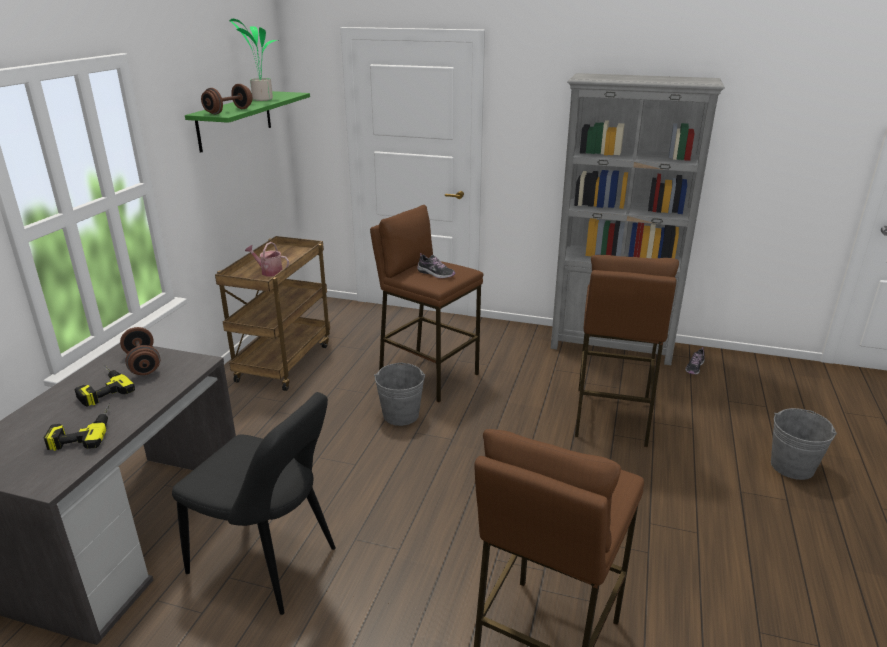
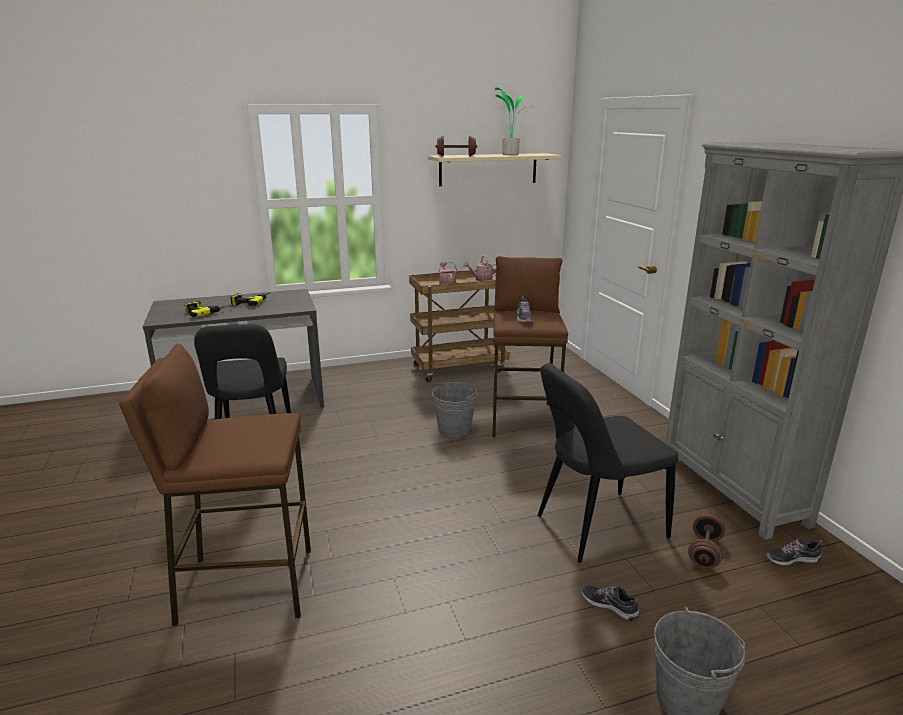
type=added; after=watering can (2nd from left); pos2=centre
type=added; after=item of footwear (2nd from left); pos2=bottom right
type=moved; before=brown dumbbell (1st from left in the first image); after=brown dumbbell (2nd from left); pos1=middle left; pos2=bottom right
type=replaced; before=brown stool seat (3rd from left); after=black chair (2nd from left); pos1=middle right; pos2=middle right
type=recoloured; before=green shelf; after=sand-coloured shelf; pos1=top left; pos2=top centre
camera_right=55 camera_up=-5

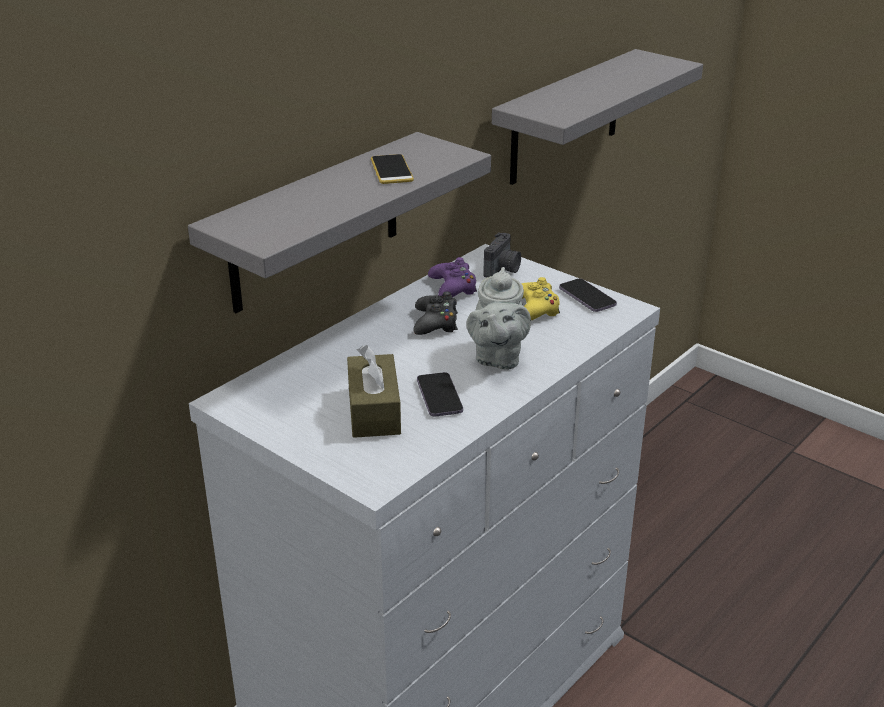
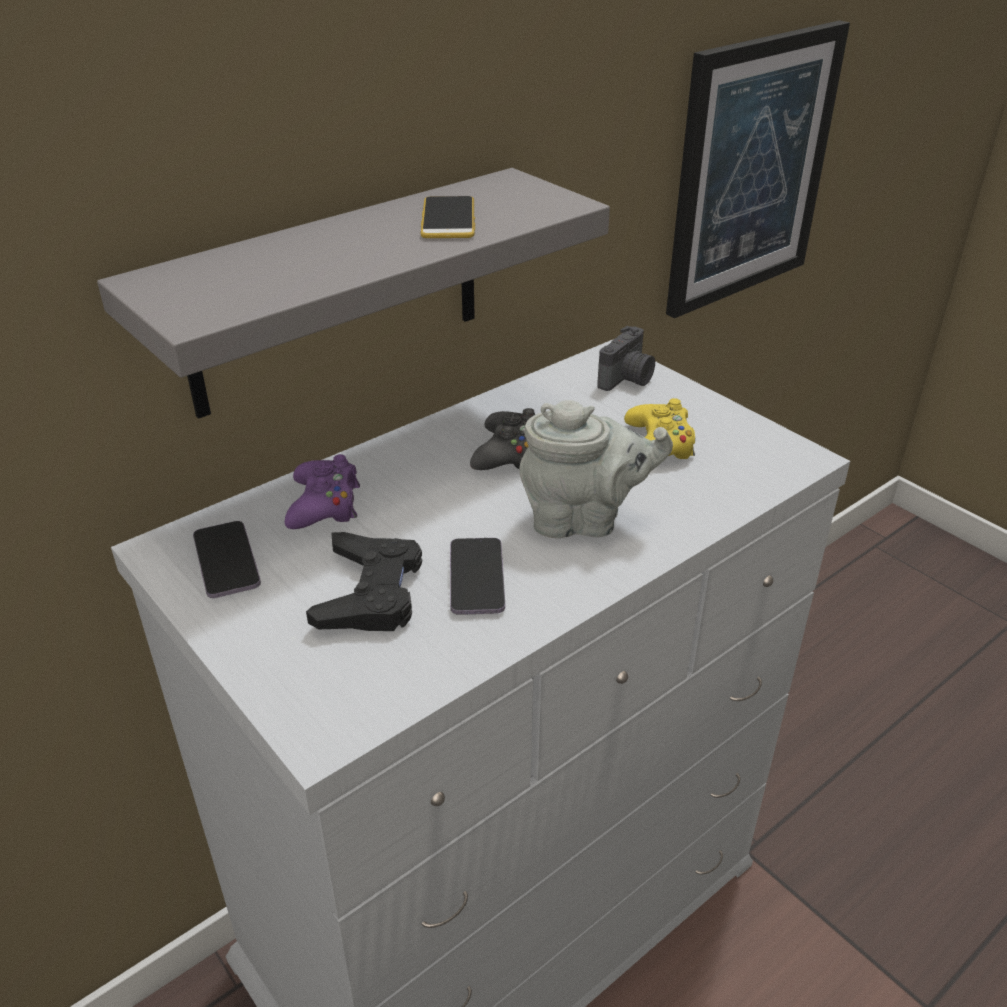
type=moved; before=purplish joypad; pos1=centre; pos2=middle left
type=moved; before=phone (3rd from left in the first image); after=phone (1st from left); pos1=centre; pos2=middle left
type=replaced; before=brown box of tissues; after=black joypad (1st from left); pos1=centre; pos2=centre
type=replaced; before=grey shelf (2nd from left); after=wall art; pos1=top right; pos2=top right
type=turned; before=grey pot for tea; pos1=centre; pos2=centre; turn=-105
camera_right=10 camera_up=5

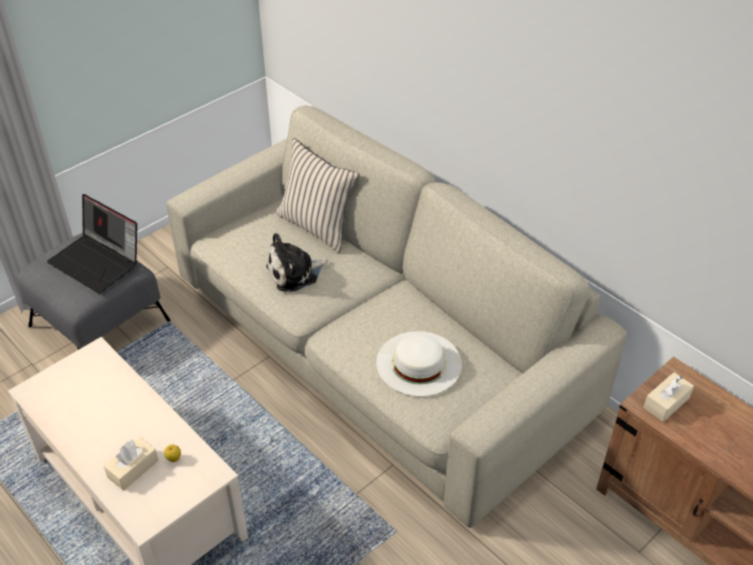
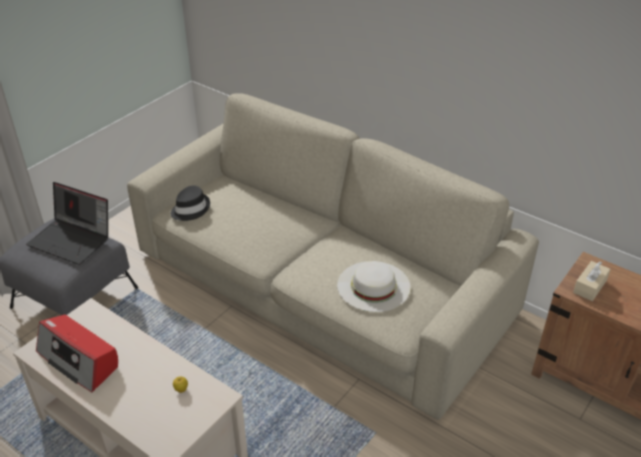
type=removed; before=sand-coloured box of tissues (1st from left); pos1=bottom left
type=removed; before=cuddly toy; pos1=centre
type=removed; before=sand-coloured throw pillow; pos1=centre
type=added; after=radio set; pos2=bottom left
type=added; after=black clothing hat; pos2=middle left
camera_right=-10 camera_up=-5

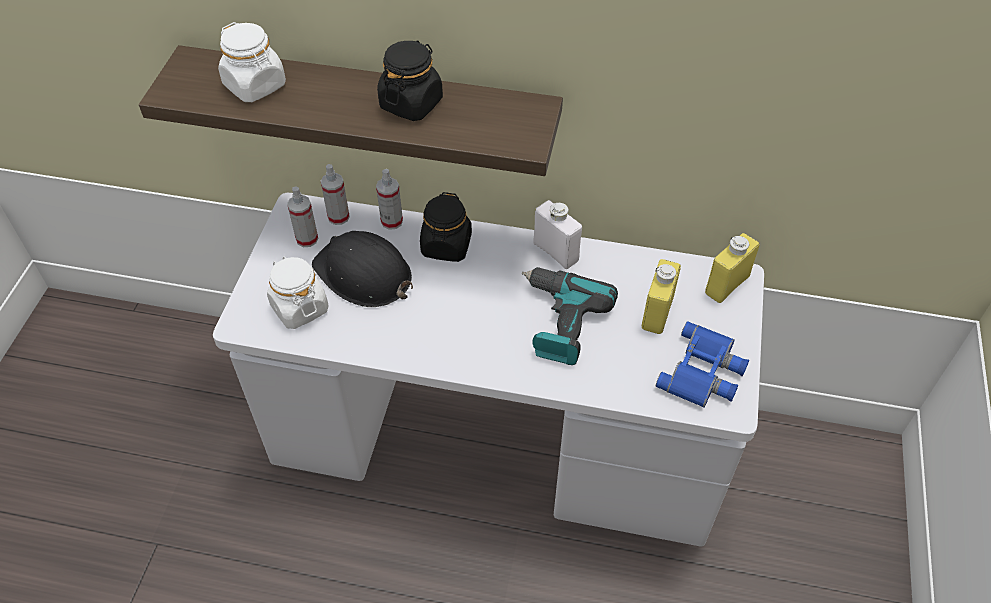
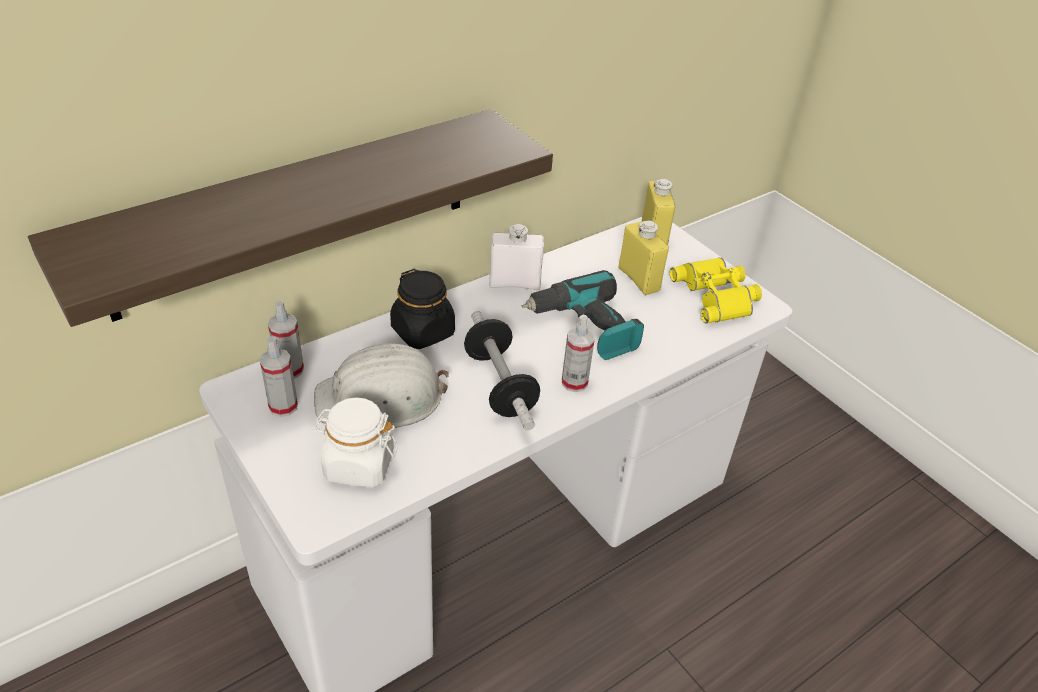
type=removed; before=white-coloured storage jar (1st from left); pos1=top left
type=removed; before=black storage jar (1st from left); pos1=top centre
type=added; after=dumbbell; pos2=centre
type=moved; before=sprayer (3rd from left); pos1=top centre; pos2=centre
type=recoloured; before=black hard hat; after=white-coloured hard hat; pos1=centre; pos2=centre
type=recoloured; before=blue-coloured field glasses; after=yellow field glasses; pos1=middle right; pos2=middle right
camera_right=-50 camera_up=-10

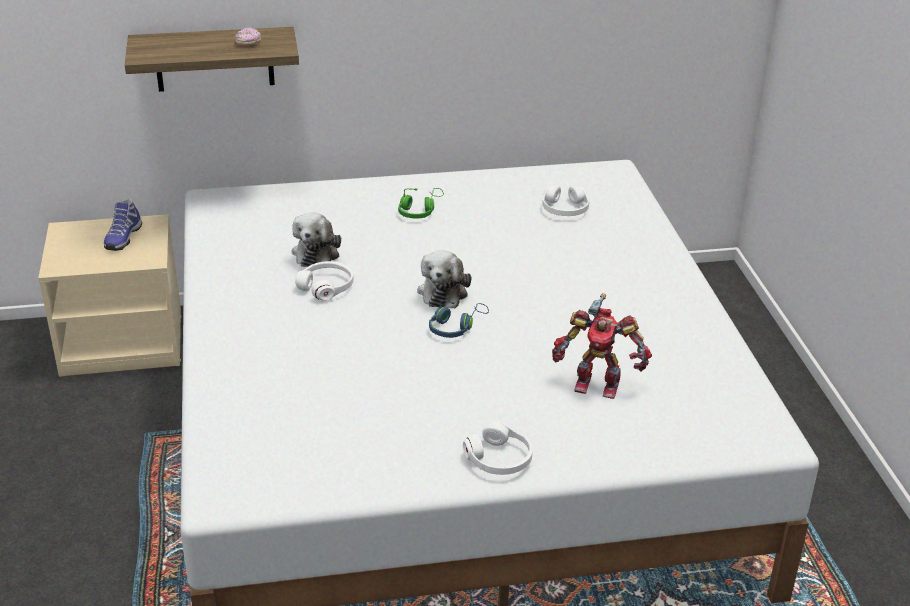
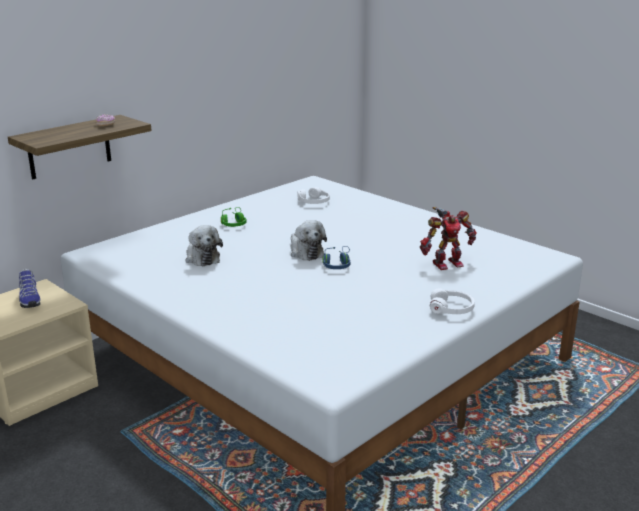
type=removed; before=white-coloured headset (1st from left); pos1=centre
camera_right=-35 camera_up=-10

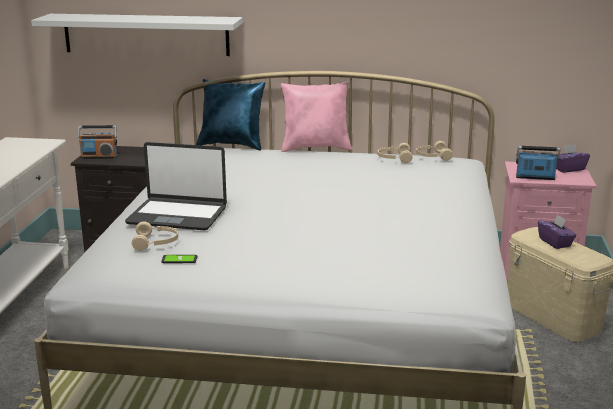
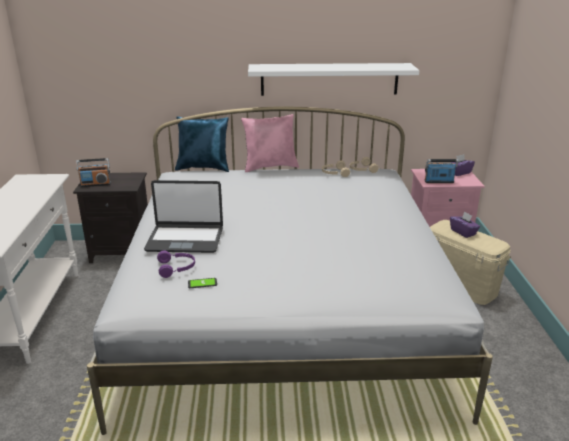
type=moved; before=white-coloured shelf; pos1=top left; pos2=top centre
type=recoloured; before=sand-coloured headset (1st from left); after=purplish headset; pos1=middle left; pos2=middle left
camera_right=-10 camera_up=5

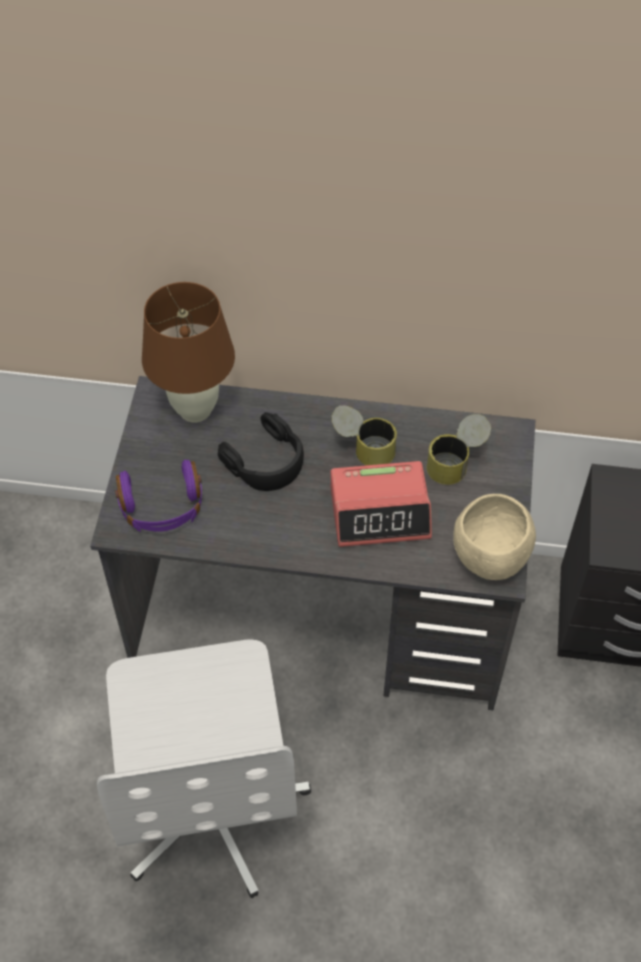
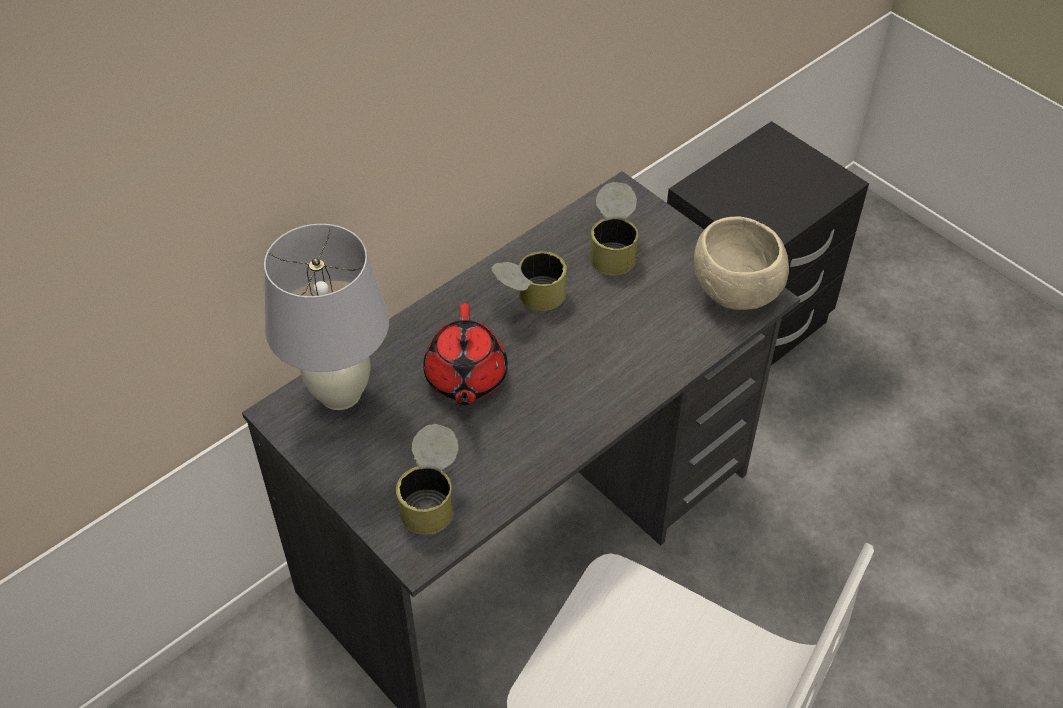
type=removed; before=bedside clock; pos1=centre
type=replaced; before=purplish headset; after=sealed can (1st from left); pos1=middle left; pos2=bottom centre
type=replaced; before=black headset; after=reddish pot for tea; pos1=centre; pos2=centre
type=recoloured; before=brown tabletop lamp; after=white-coloured tabletop lamp; pos1=middle left; pos2=middle left
camera_right=-50 camera_up=-5

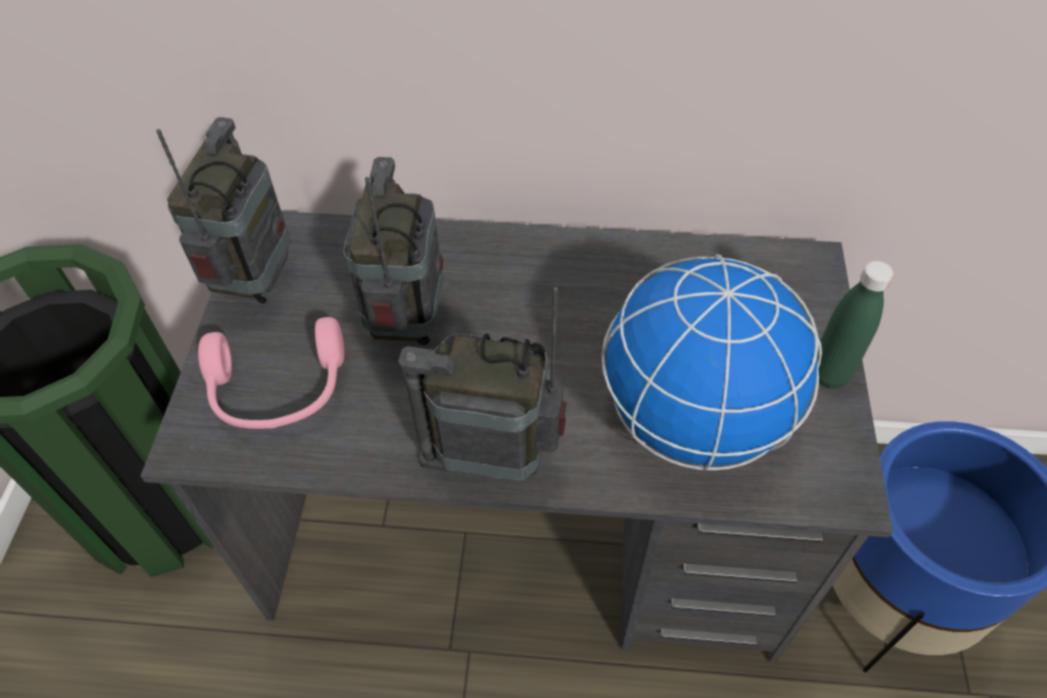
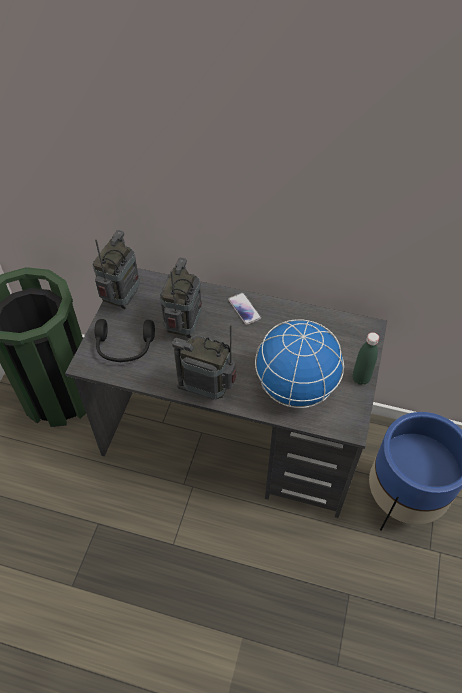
type=added; after=phone; pos2=centre
type=recoloured; before=pink-coloured headset; after=black headset; pos1=middle left; pos2=middle left
camera_right=10 camera_up=0

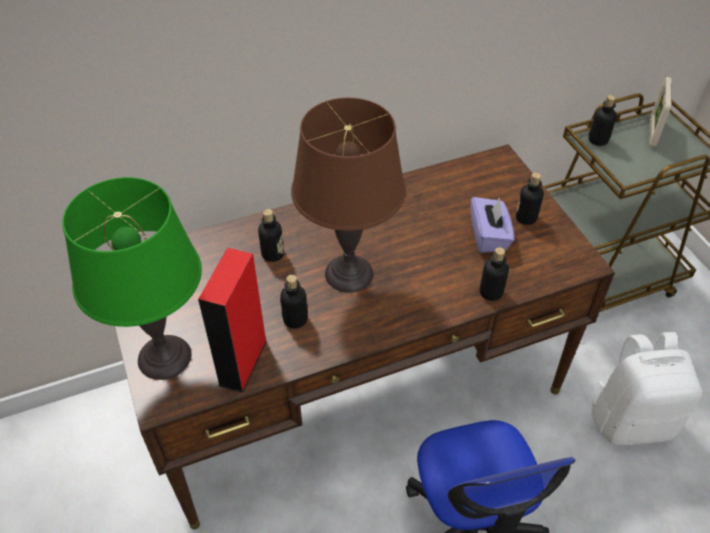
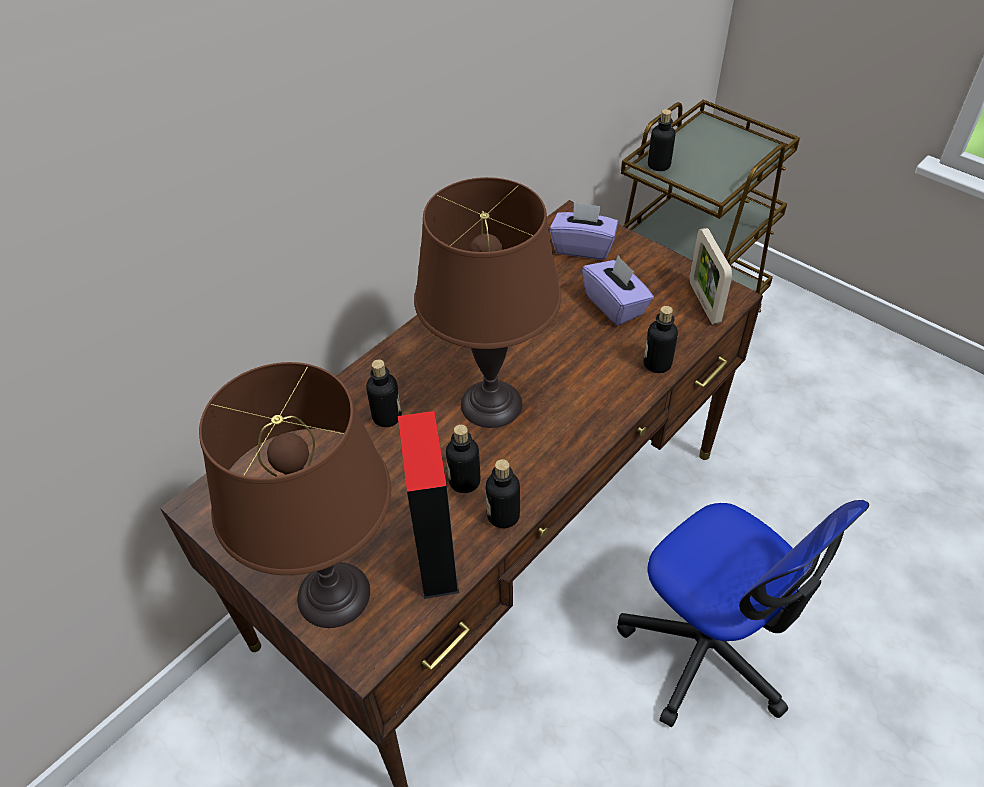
type=removed; before=white-coloured knapsack; pos1=bottom right
type=added; after=purplish box of tissues (1st from left); pos2=top centre
type=moved; before=bottle (4th from left in the first image); after=bottle (3rd from left); pos1=middle right; pos2=centre
type=moved; before=standing frame; pos1=top right; pos2=middle right
type=recoloured; before=green tabletop lamp; after=brown tabletop lamp (1st from left); pos1=middle left; pos2=middle left
camera_right=-25 camera_up=0

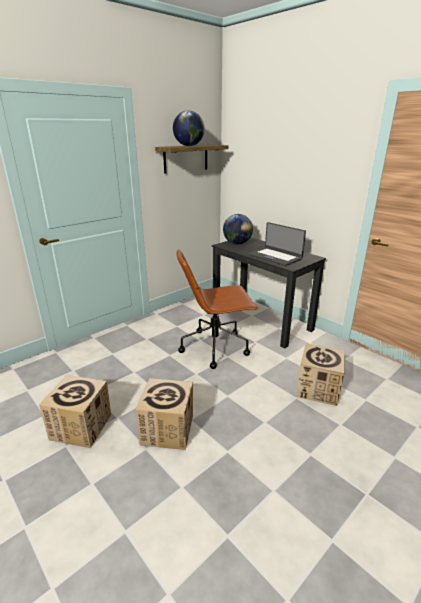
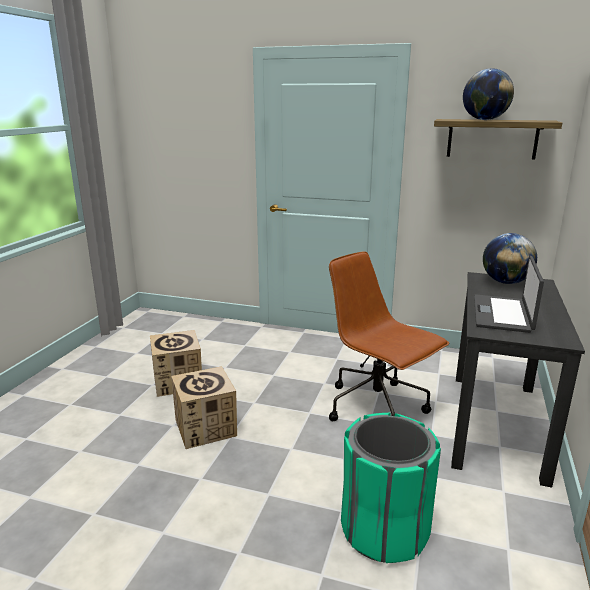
type=replaced; before=carton (3rd from left); after=green trash can; pos1=middle right; pos2=bottom centre
camera_right=60 camera_up=-5

